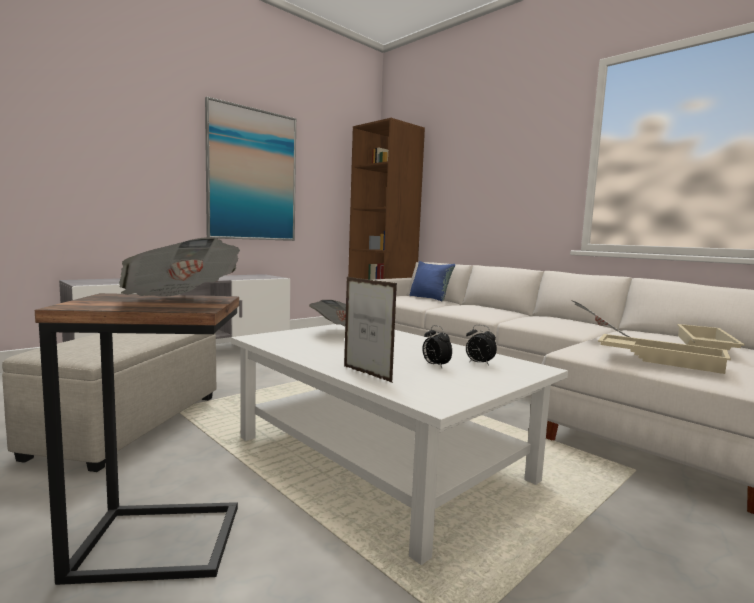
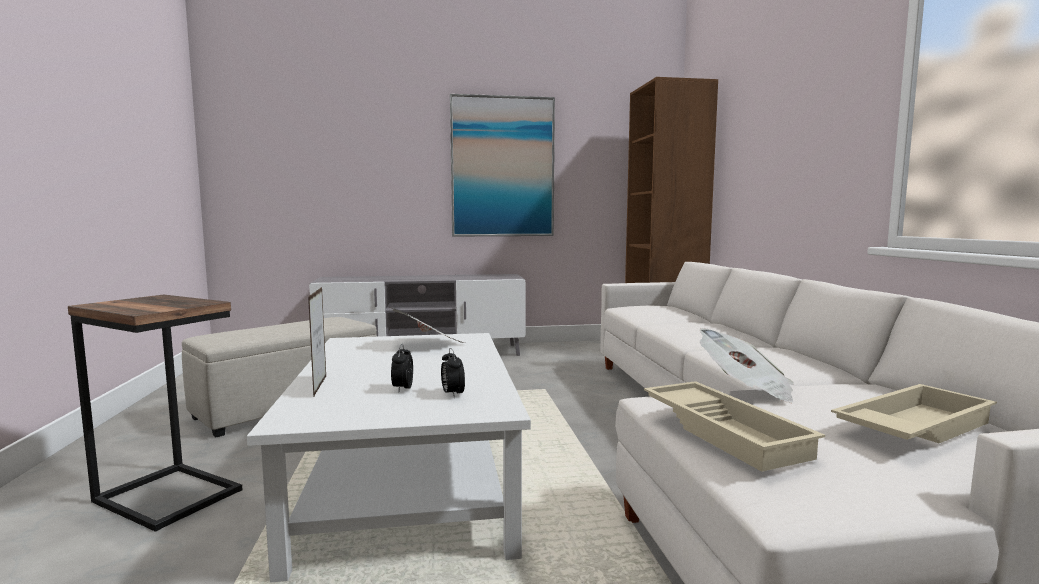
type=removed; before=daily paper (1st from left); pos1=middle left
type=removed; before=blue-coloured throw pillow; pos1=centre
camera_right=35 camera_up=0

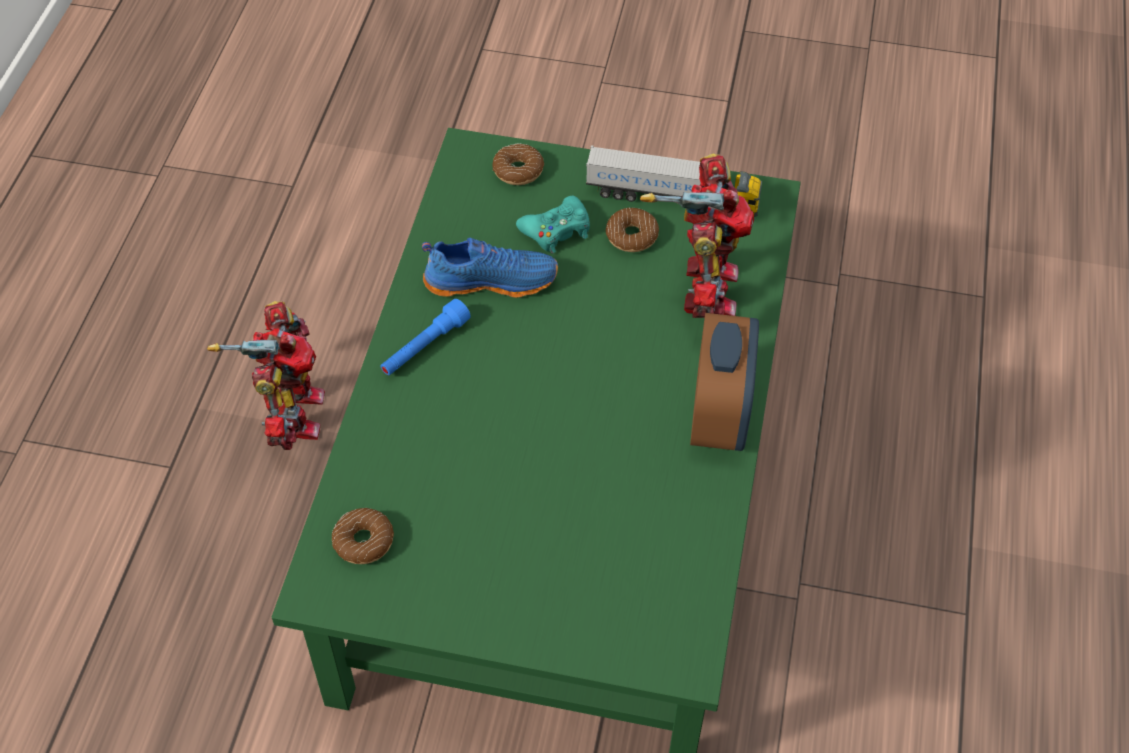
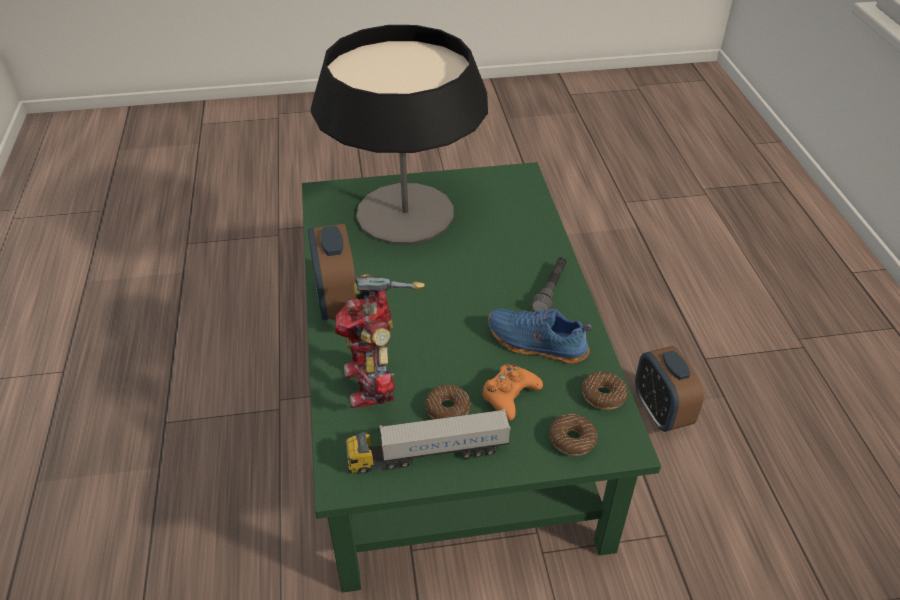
type=added; after=tabletop lamp; pos2=top centre
type=moved; before=donut (1st from left in the first image); after=donut (3rd from left); pos1=bottom left; pos2=middle right
type=replaced; before=model robot (1st from left); after=bedside clock (2nd from left); pos1=middle left; pos2=middle right
type=recoloured; before=blue-coloured flashlight; after=grey flashlight; pos1=centre; pos2=centre
type=recoloured; before=blue-green joypad; after=orangey joypad; pos1=top centre; pos2=centre
type=turned; before=blue-coloured item of footwear; pos1=centre; pos2=centre; turn=45
camera_right=160 camera_up=-10

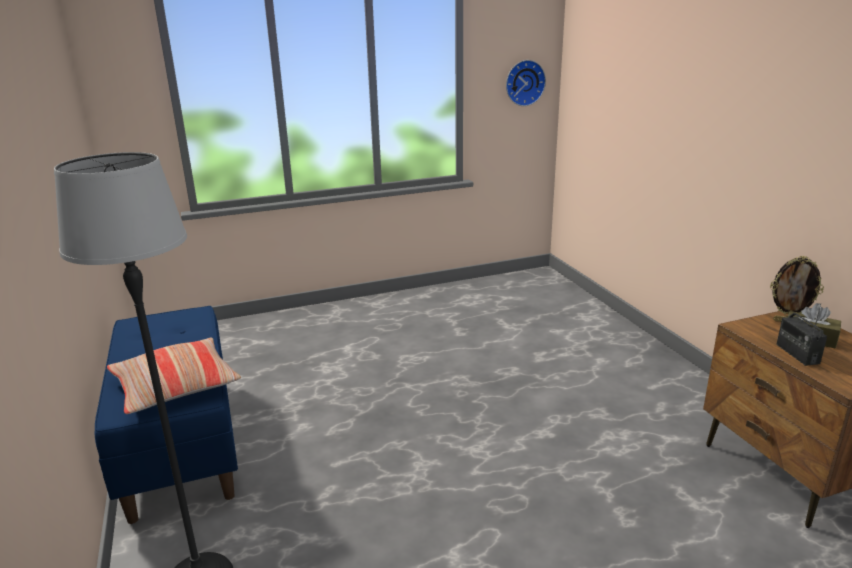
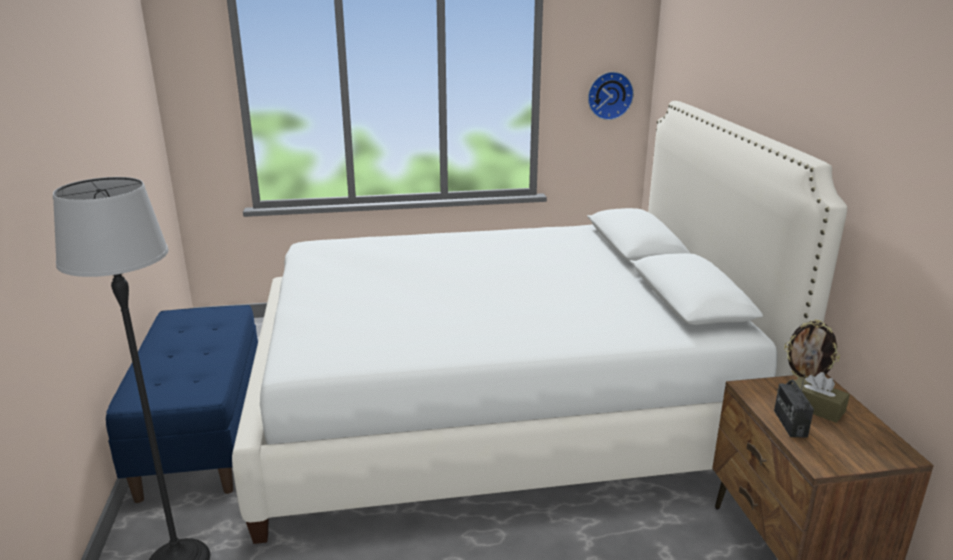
type=removed; before=throw pillow; pos1=middle left
type=added; after=white-coloured sleeping bed; pos2=centre
camera_right=10 camera_up=0

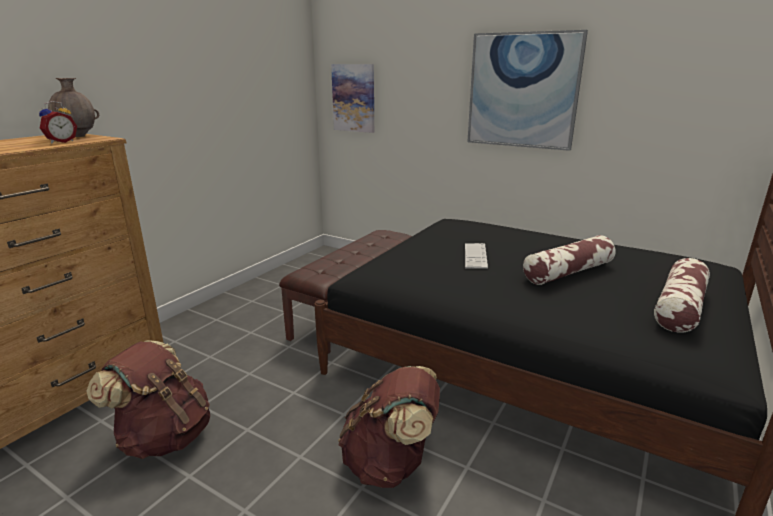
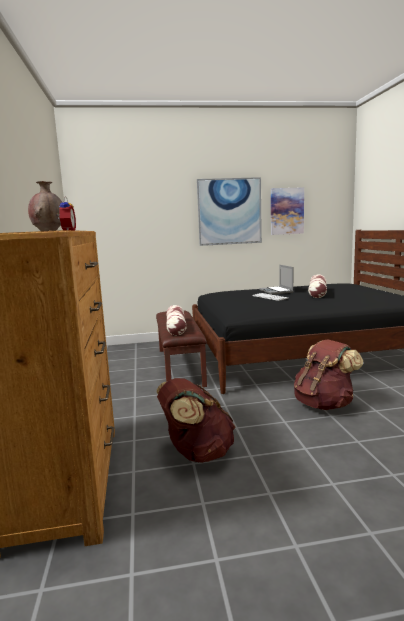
type=added; after=portable computer; pos2=middle right
type=moved; before=wall art (1st from left in the first image); after=wall art (2nd from left); pos1=top centre; pos2=middle right
type=moved; before=throw pillow (2nd from left in the first image); after=throw pillow (1st from left); pos1=middle right; pos2=centre
camera_right=-40 camera_up=-10

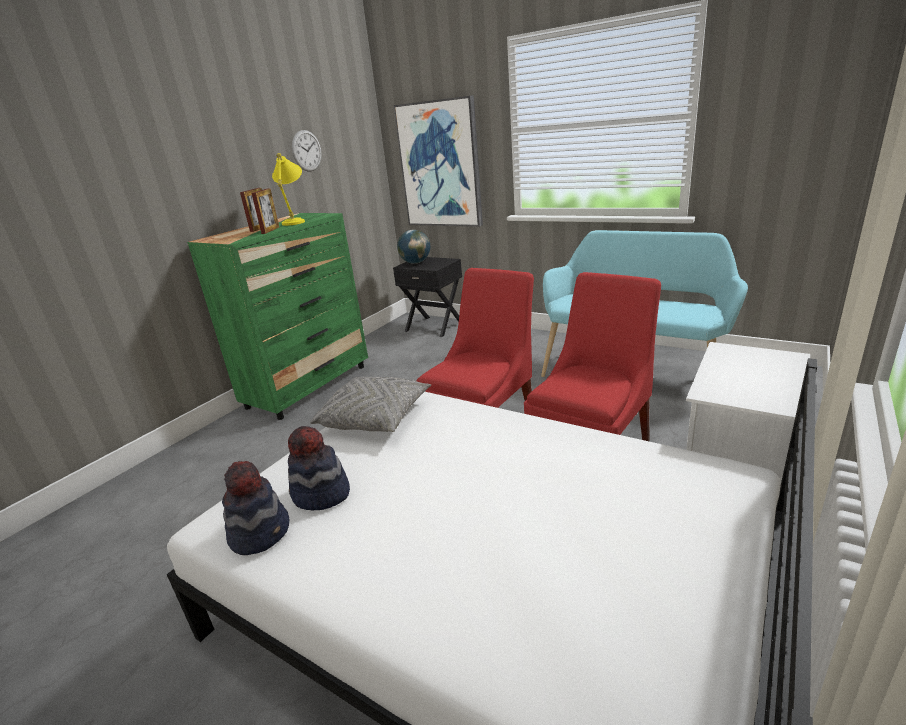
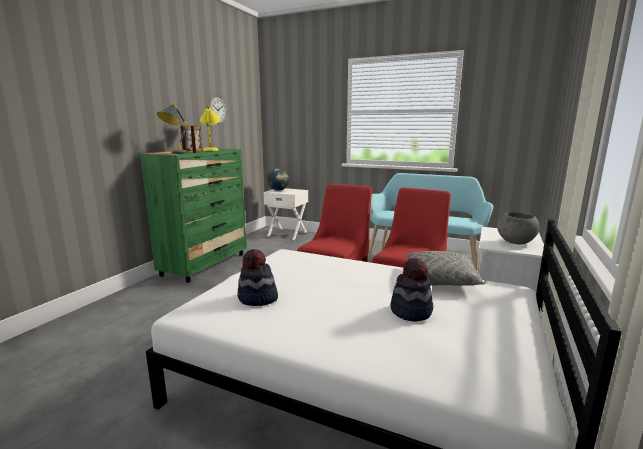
type=removed; before=wall art; pos1=top centre
type=added; after=grey tabletop lamp; pos2=top left
type=added; after=grey bowl; pos2=middle right
type=moved; before=clothing hat (1st from left in the first image); after=clothing hat (2nd from left); pos1=bottom left; pos2=centre
type=moved; before=grey throw pillow; pos1=centre; pos2=middle right
type=recoloured; before=black night table; after=white-coloured night table (1st from left); pos1=centre; pos2=centre
camera_right=-10 camera_up=-10

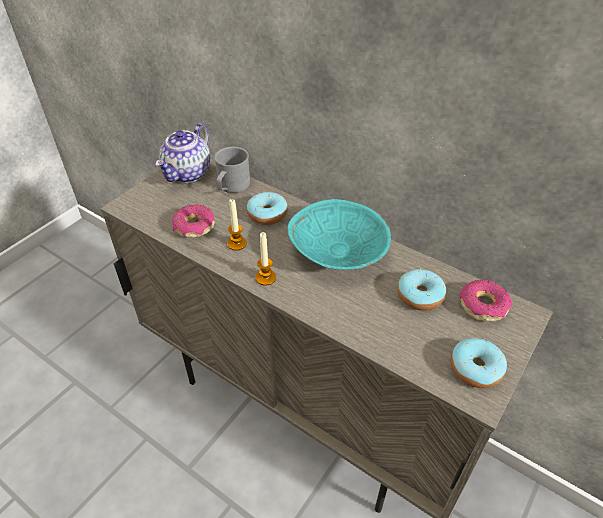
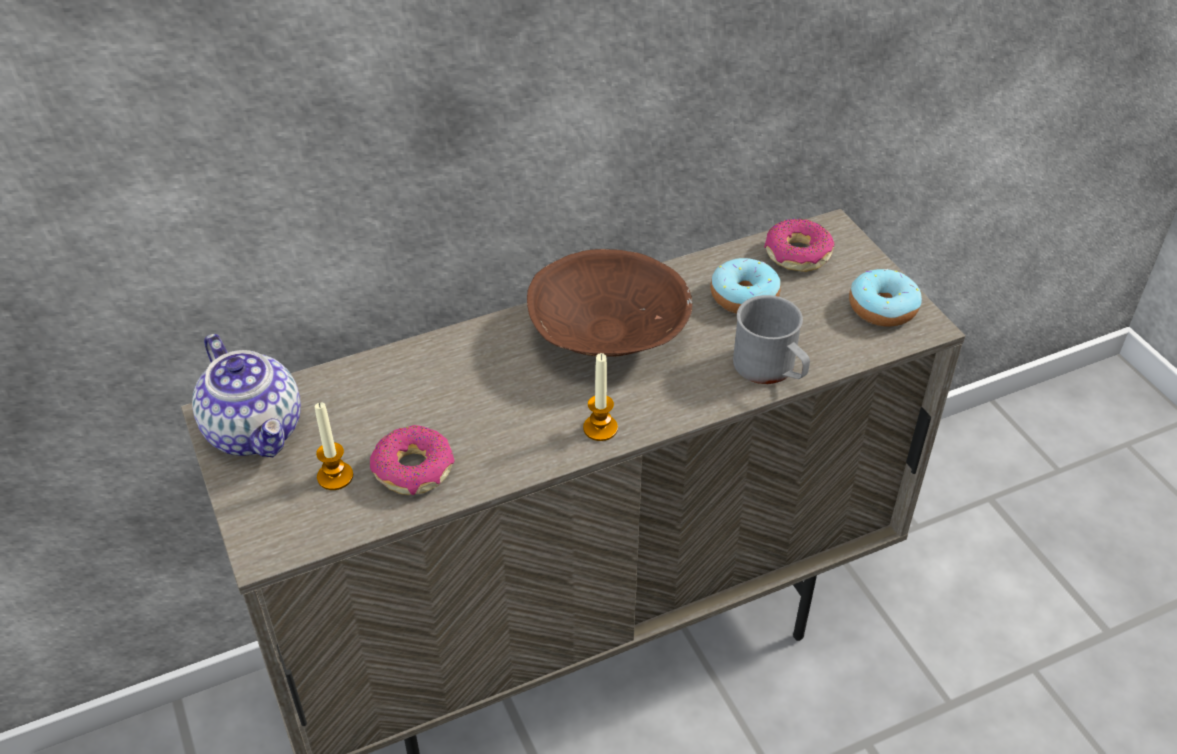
type=removed; before=donut (2nd from left); pos1=centre
type=moved; before=grey mug; pos1=top centre; pos2=centre
type=moved; before=wax candle (1st from left); pos1=centre; pos2=middle left
type=recoloured; before=blue-green bowl; after=brown bowl; pos1=centre; pos2=centre
camera_right=-60 camera_up=0

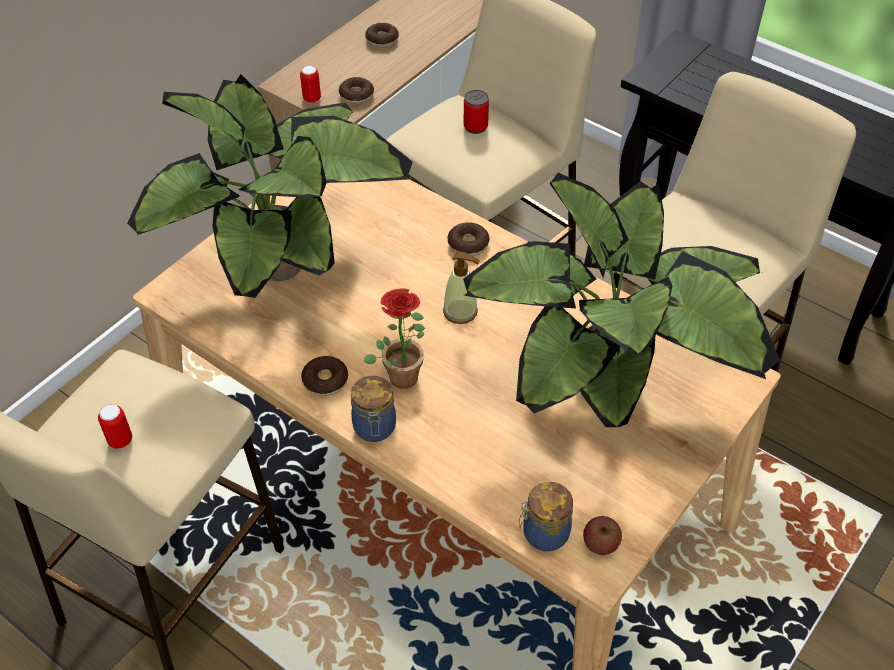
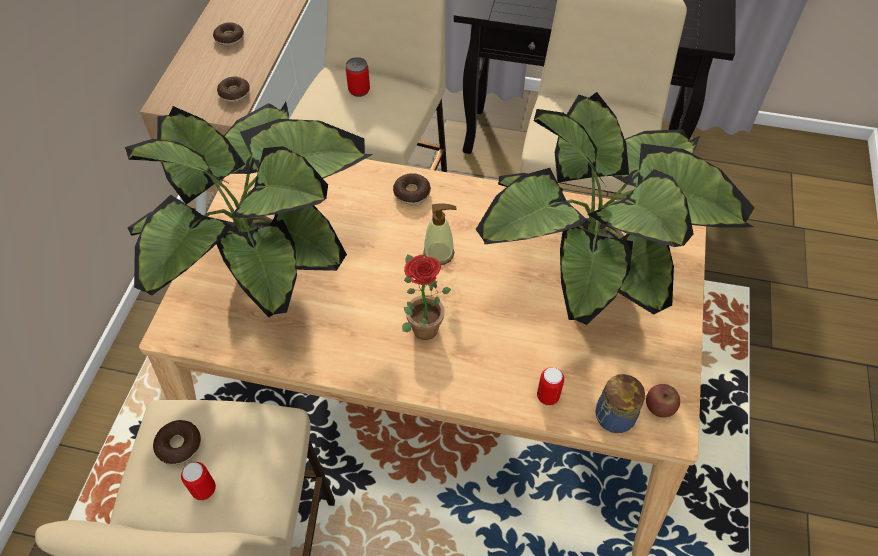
type=removed; before=storage jar (1st from left); pos1=centre
type=moved; before=sealed can (2nd from left in the first image); after=sealed can (3rd from left); pos1=top centre; pos2=bottom centre
type=moved; before=donut (1st from left); pos1=centre; pos2=bottom left
camera_right=-25 camera_up=5

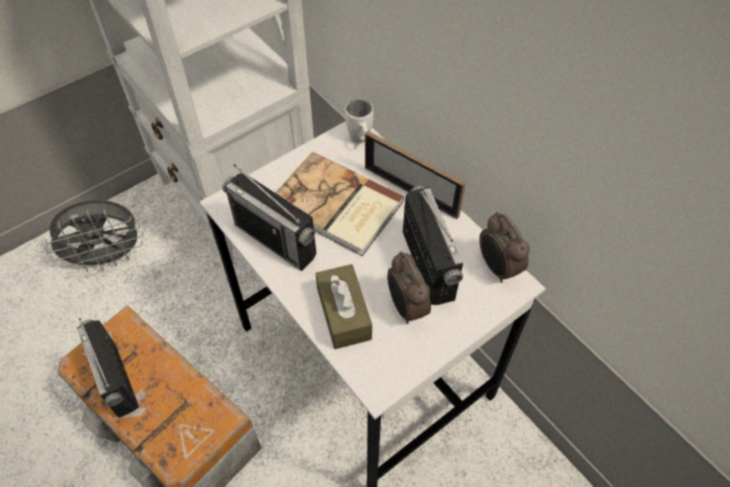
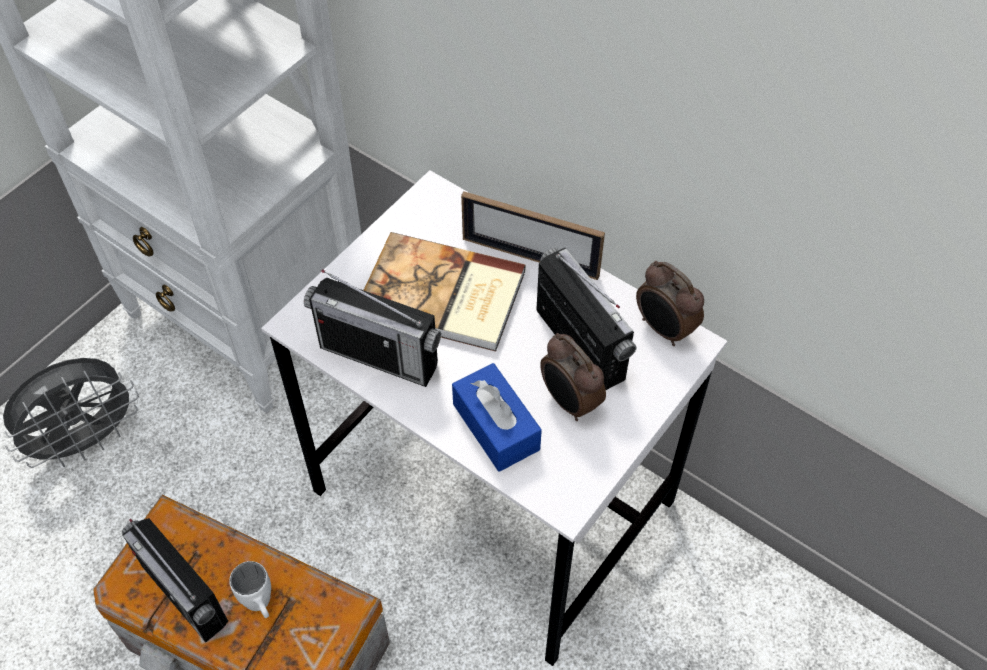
type=moved; before=white-coloured mug; pos1=top centre; pos2=bottom left
type=recoloured; before=brown box of tissues; after=blue-coloured box of tissues; pos1=centre; pos2=centre
camera_right=-15 camera_up=0

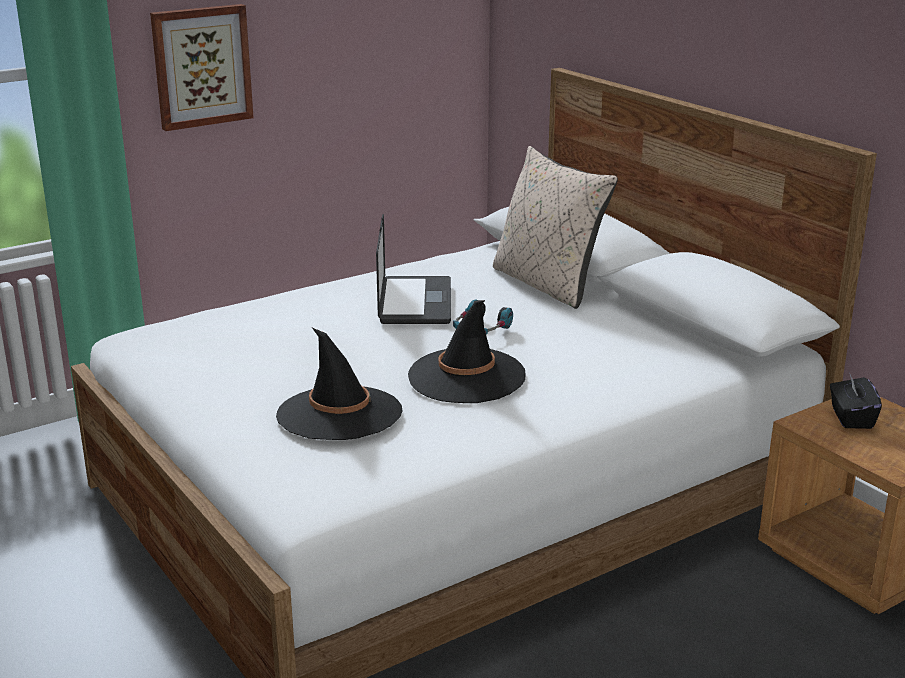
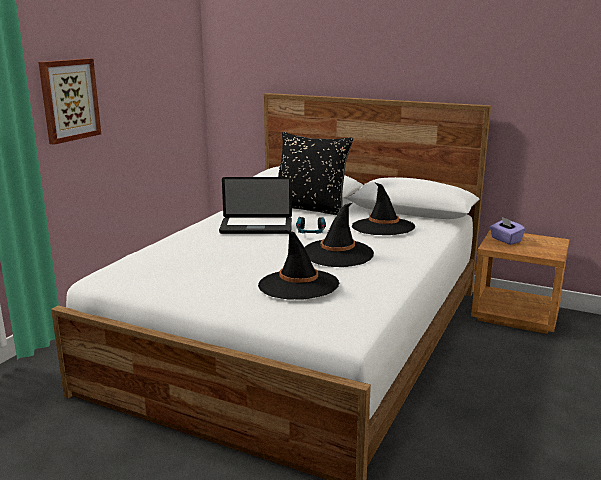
type=added; after=black clothing hat (3rd from left); pos2=centre
type=recoloured; before=sand-coloured throw pillow; after=black throw pillow; pos1=centre; pos2=centre
type=recoloured; before=black box of tissues; after=purplish box of tissues; pos1=middle right; pos2=middle right
type=turned; before=portable computer; pos1=centre; pos2=centre; turn=120
camera_right=-30 camera_up=-5

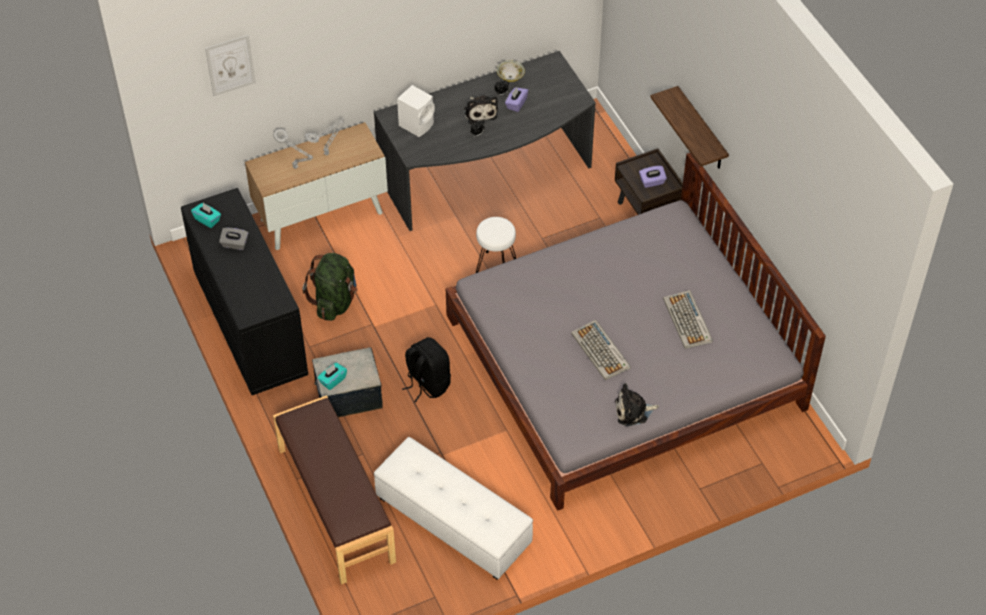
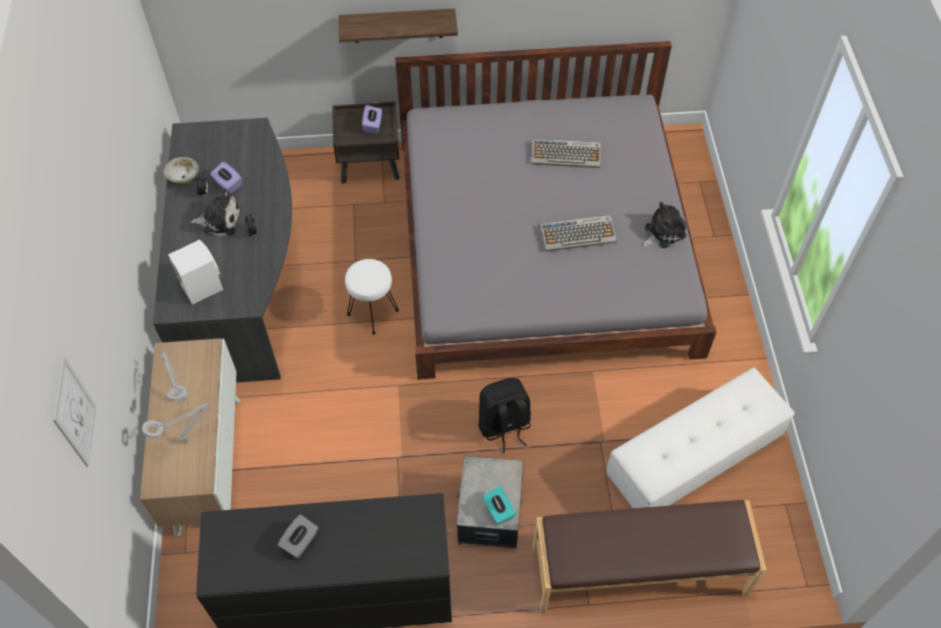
type=removed; before=blue-green box of tissues (1st from left); pos1=middle left
type=removed; before=green knapsack; pos1=centre
type=turned; before=cuddly toy (2nd from left); pos1=centre; pos2=middle right; turn=-135
camera_right=-70 camera_up=5

